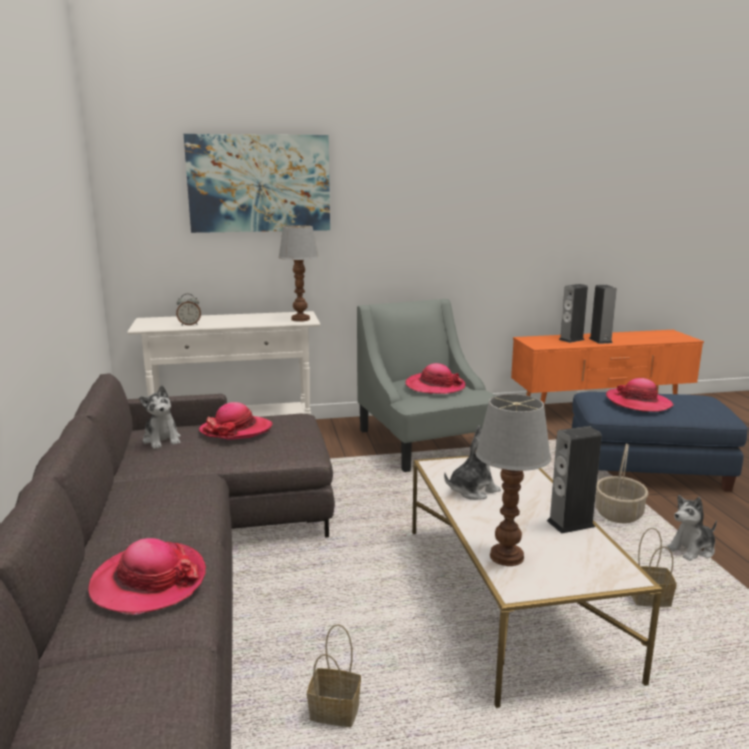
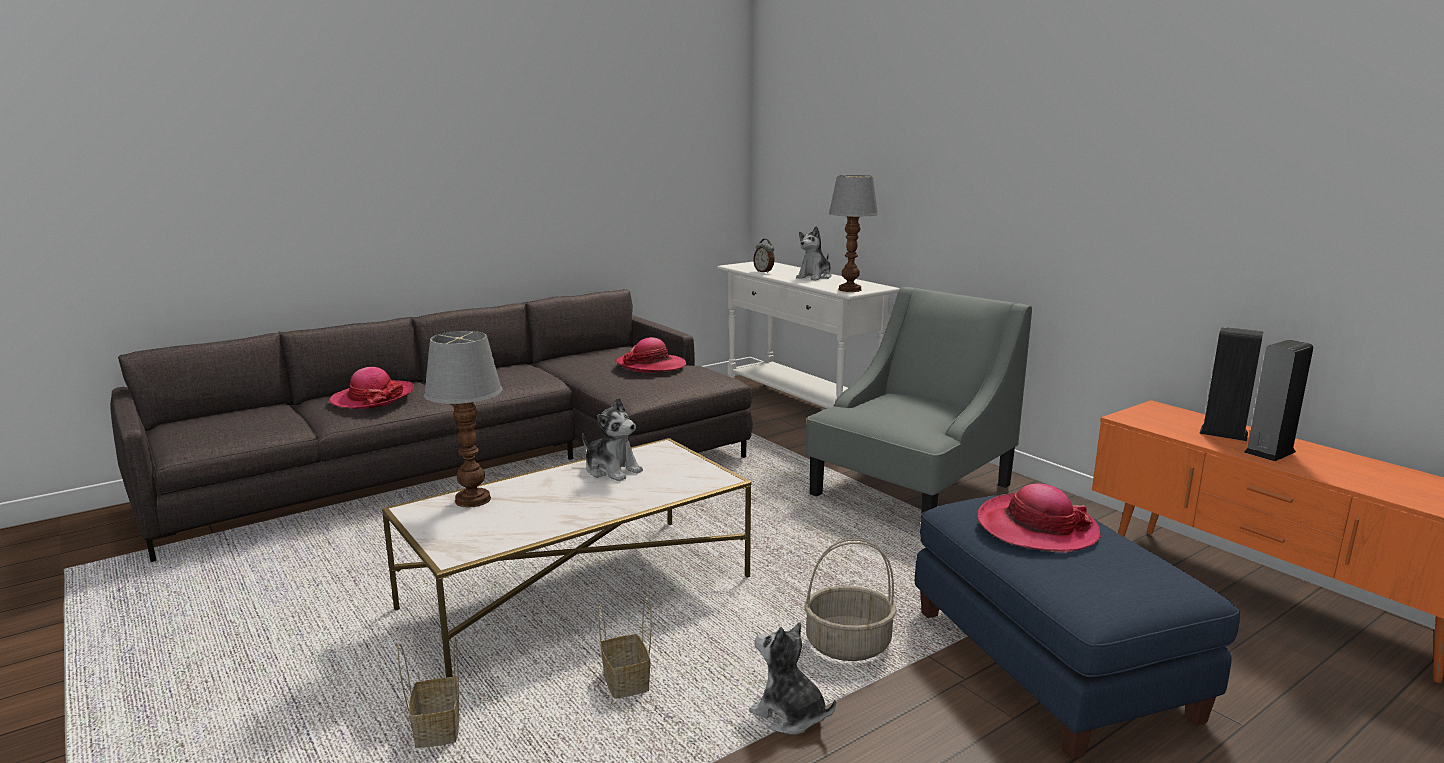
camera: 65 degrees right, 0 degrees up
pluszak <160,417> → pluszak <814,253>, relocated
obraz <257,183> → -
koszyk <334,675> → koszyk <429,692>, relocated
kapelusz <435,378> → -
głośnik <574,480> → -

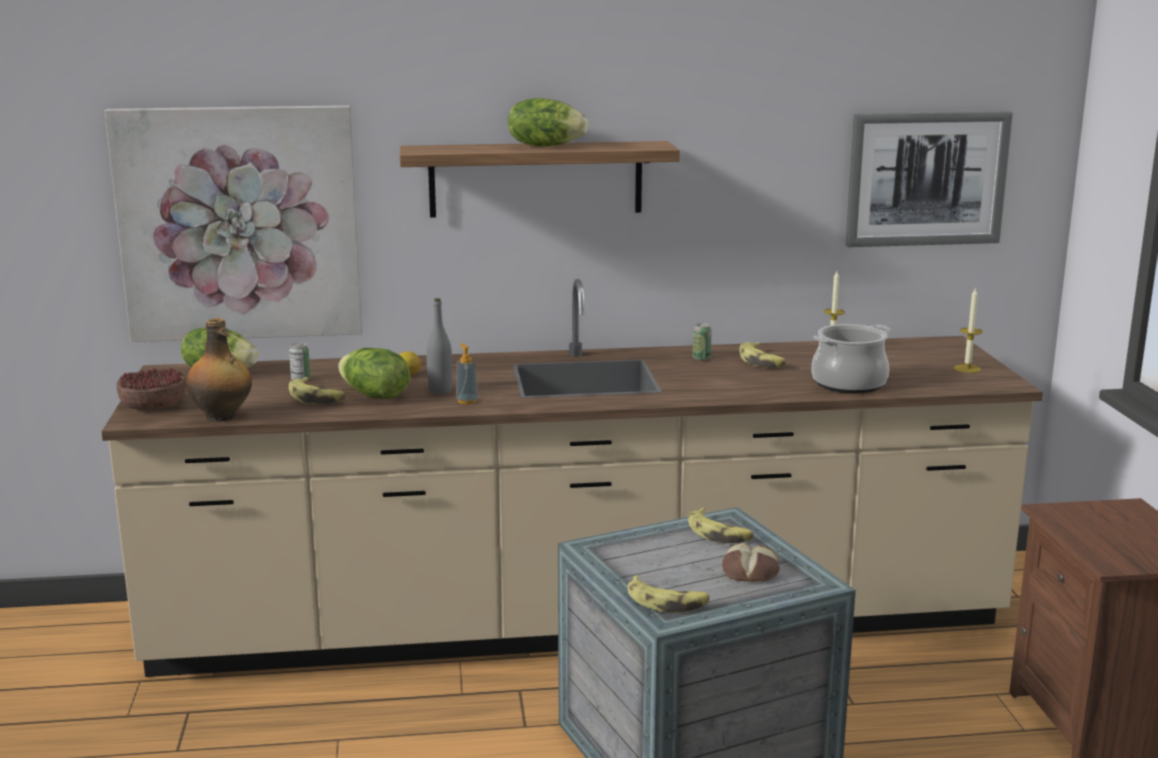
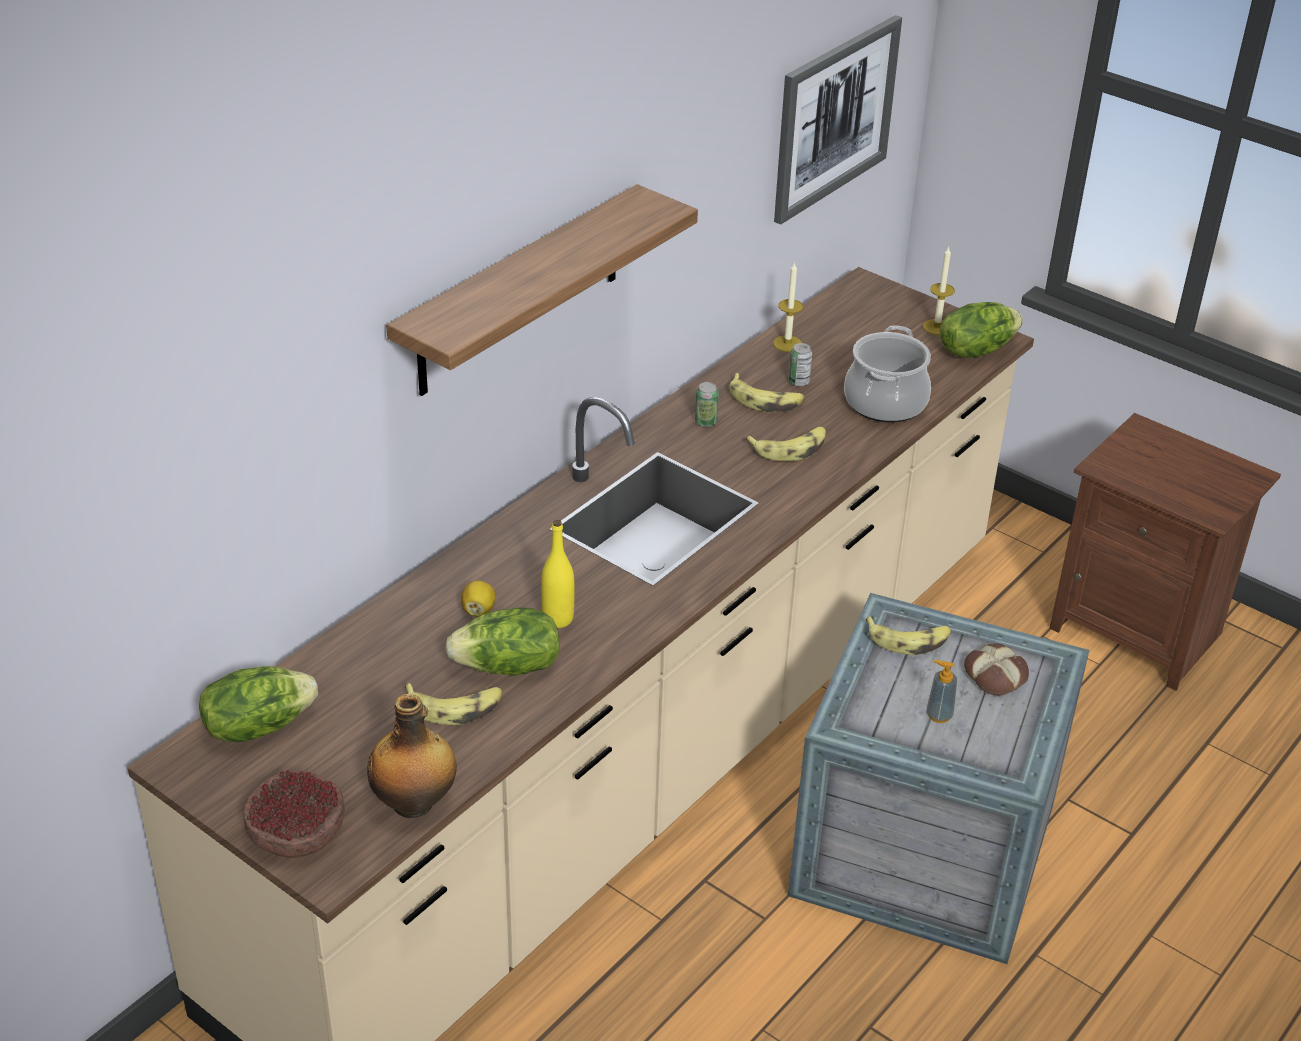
camera: 45 degrees left, 20 degrees up
obraz <233,223> → -
puszka <300,361> → puszka <800,365>, relocated
butelka (szary) <440,346> → butelka (żółty) <557,574>
dozownik mydła <467,373> → dozownik mydła <942,691>, relocated
sałata <548,122> → sałata <981,330>, relocated
banan <669,594> → banan <786,444>, relocated

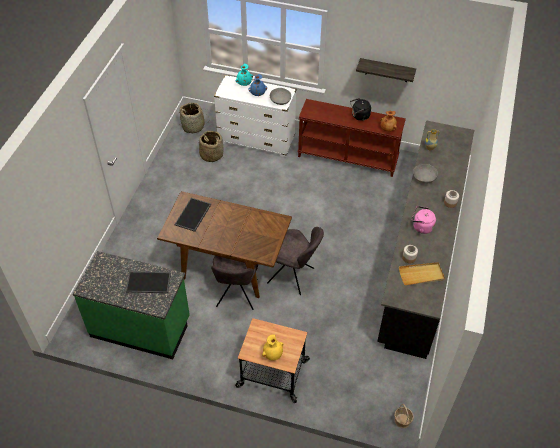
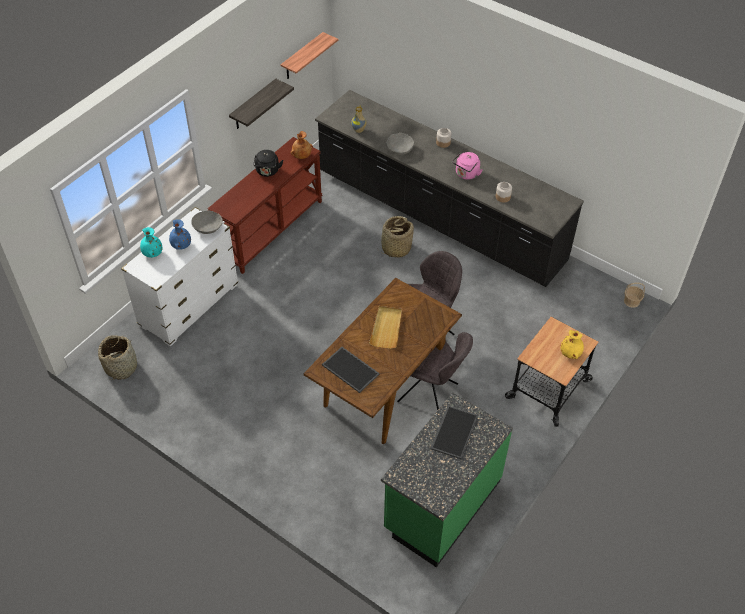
camera: 70 degrees left, 0 degrees up
koszyk <210,146> → koszyk <396,237>, relocated
taca (beżowy) <422,274> → taca (beżowy) <385,327>, relocated
- → półka <309,55>

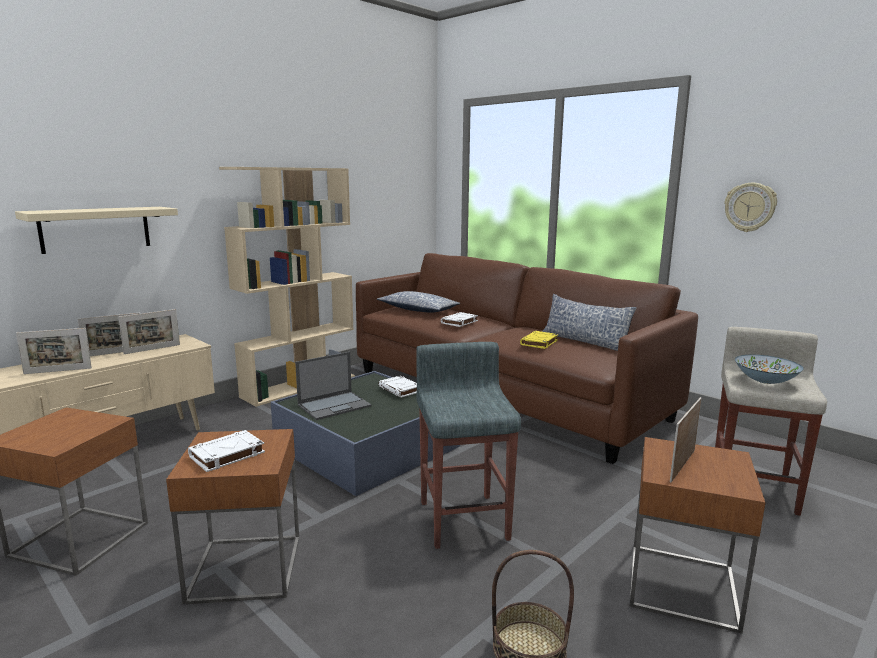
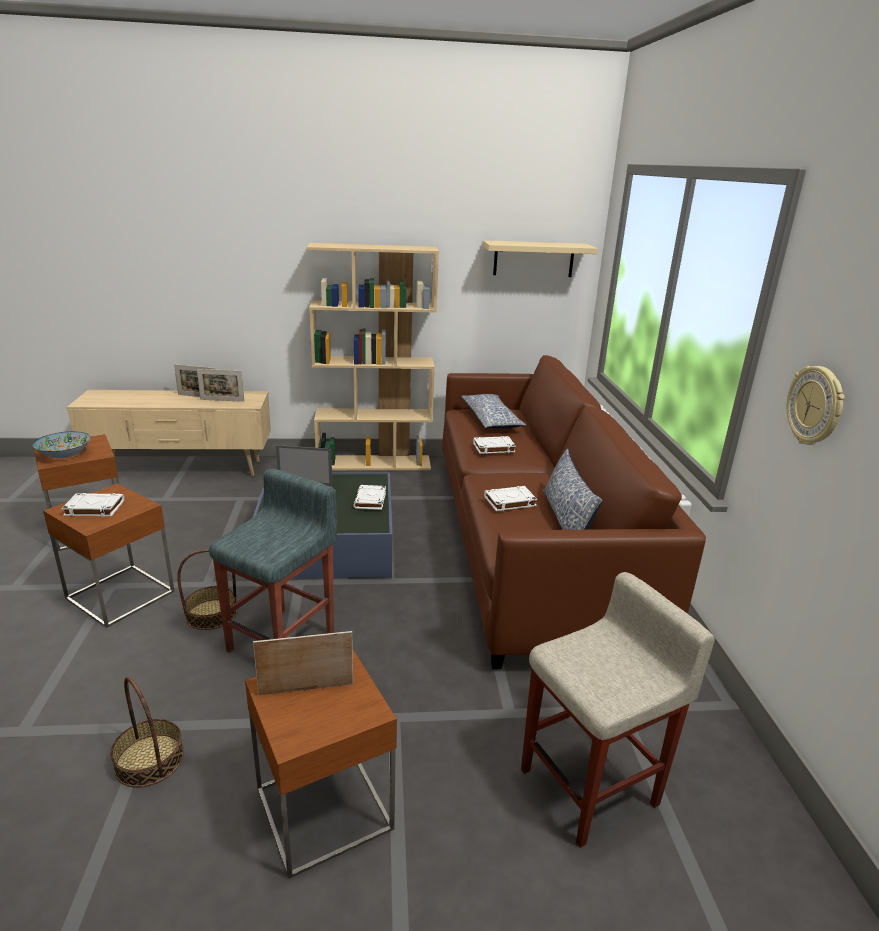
camera: 40 degrees right, 10 degrees up
półka (beżowy) <96,230> → półka (beżowy) <540,258>, relocated
ramka na zdjęcie <54,351> → -
książka (żółty) <539,340> → książka (biały) <510,498>
miska <769,369> → miska <62,444>, relocated
- → koszyk <207,589>

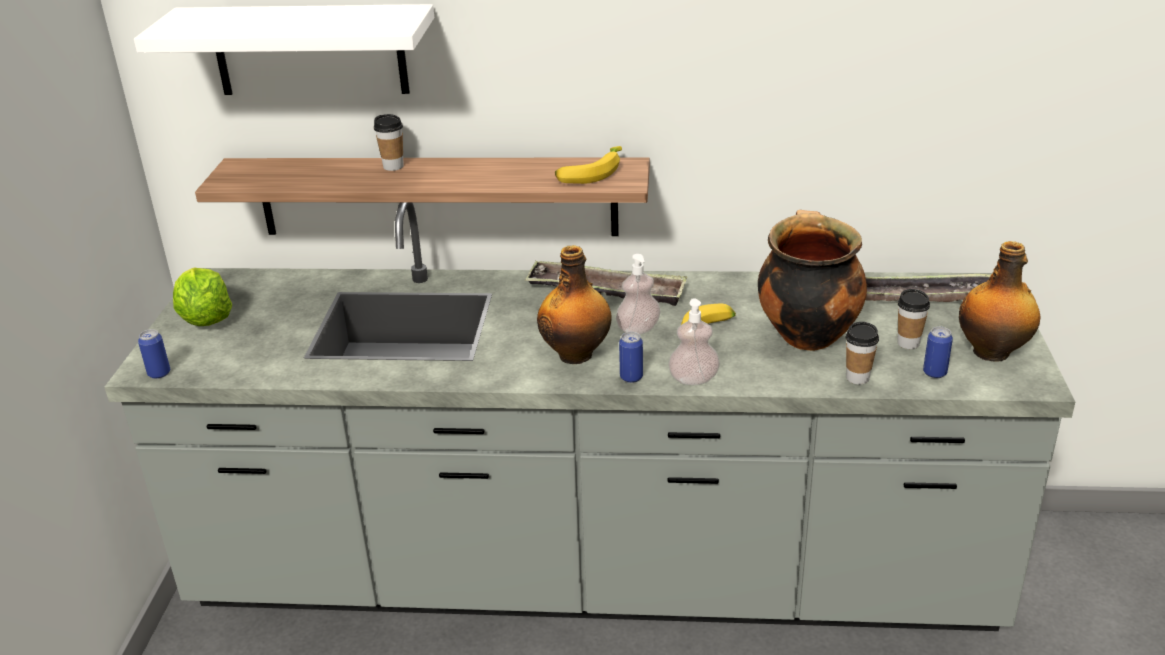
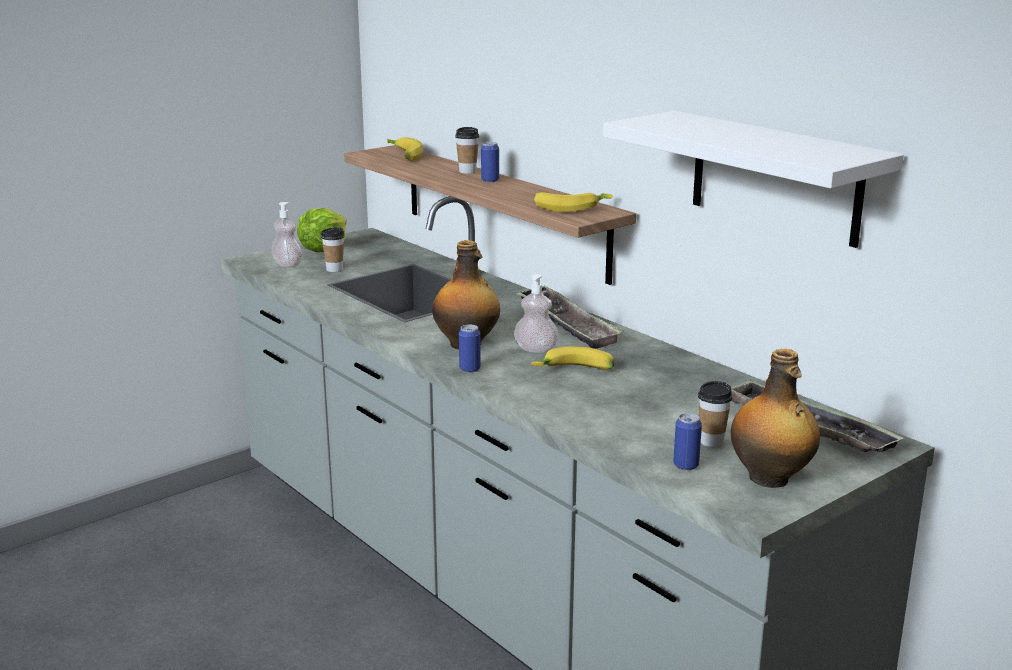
camera: 45 degrees right, 10 degrees down
półka (biały) <284,49> → półka (biały) <753,179>, relocated
puszka <154,354> → puszka <490,162>, relocated
dozownik mydła <694,341> → dozownik mydła <286,235>, relocated
garnek <812,280> → -
filiżanka <862,353> → filiżanka <333,249>, relocated
- → banan <405,149>

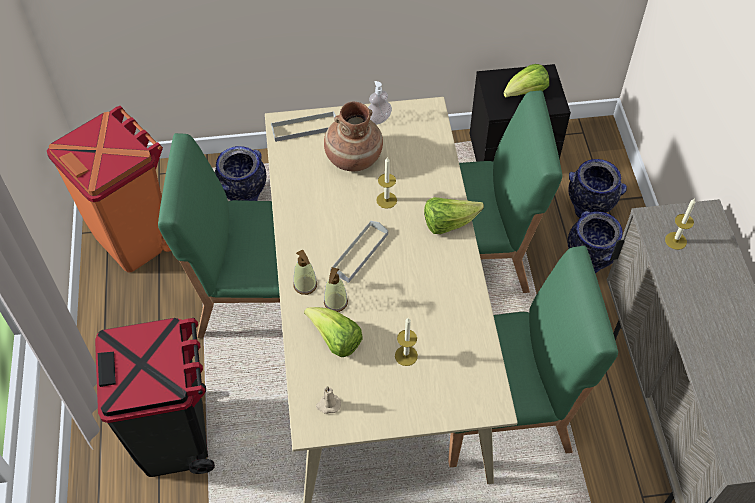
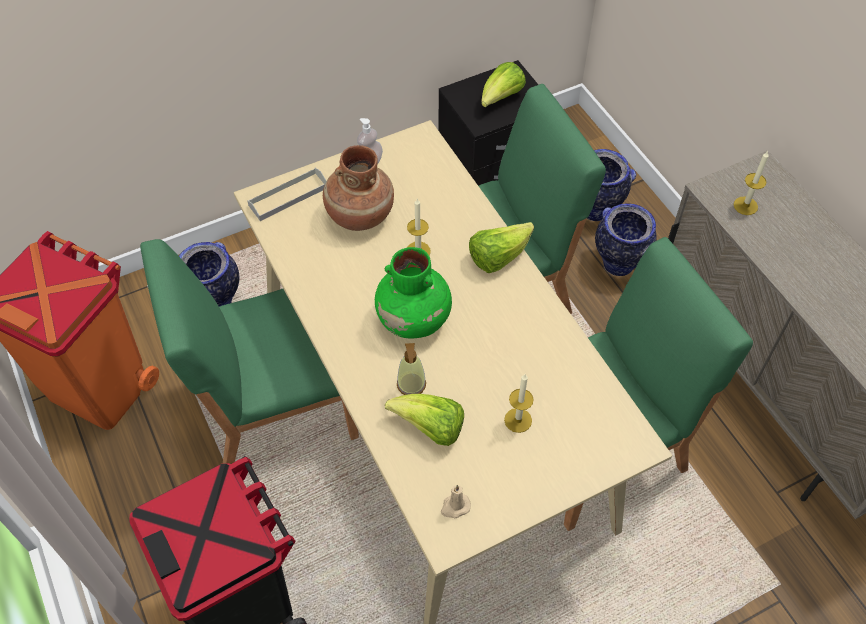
camera: 20 degrees left, 0 degrees up
dozownik mydła <305,272> → -
taca (szary) <359,252> → wazon (zielony) <413,292>

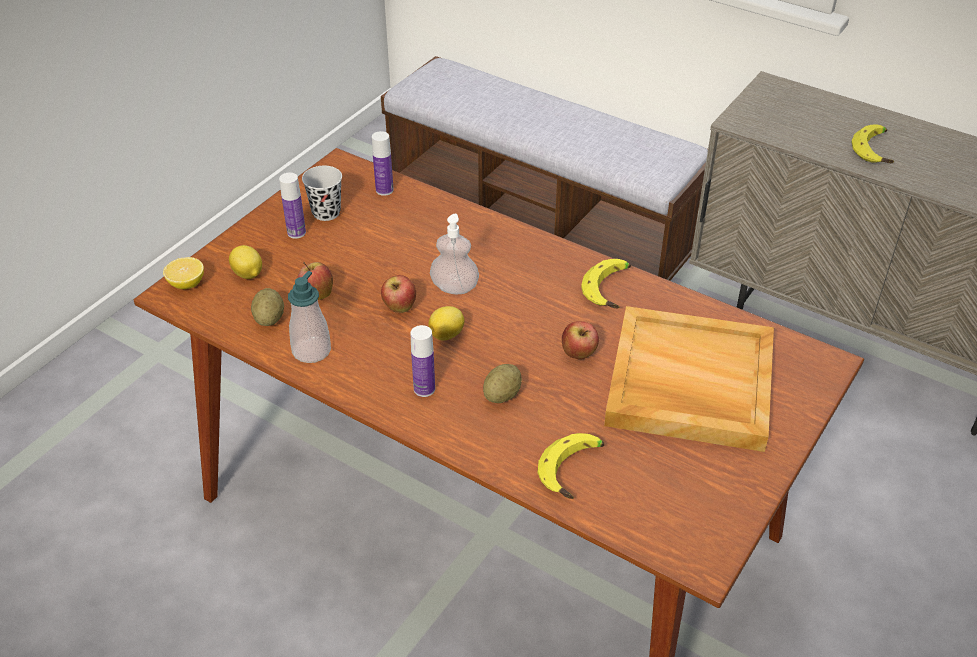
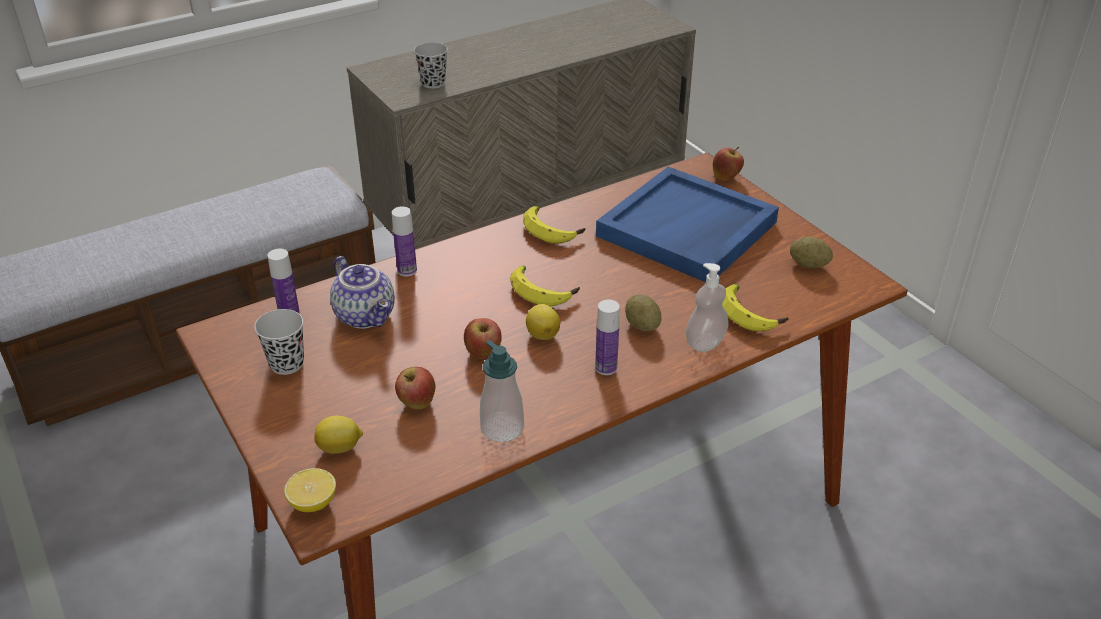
camera: 65 degrees left, 5 degrees down
ziemniak <267,307> → ziemniak <811,252>, relocated
butelka <292,206> → butelka <404,241>, relocated
dozownik mydła <454,254> → dozownik mydła <707,307>, relocated
jabłko <580,340> → jabłko <728,164>, relocated
taca (beżowy) <689,379> → taca (niebieski) <687,224>
banan <873,143> → banan <545,286>, relocated
- → imbryk <362,292>
- → filiżanka (czarny) <431,65>

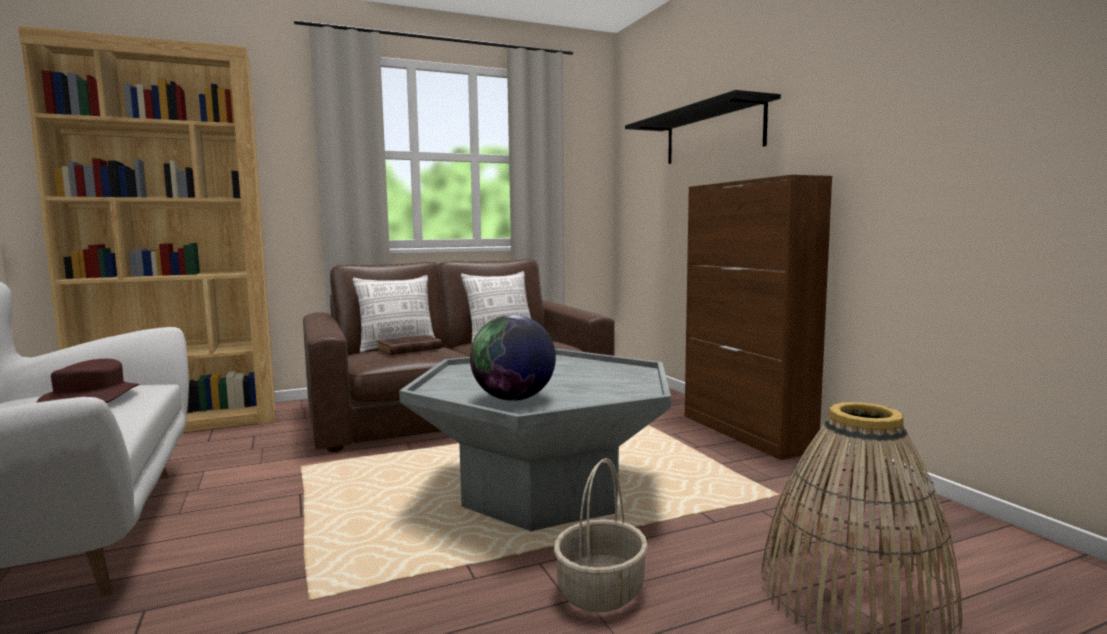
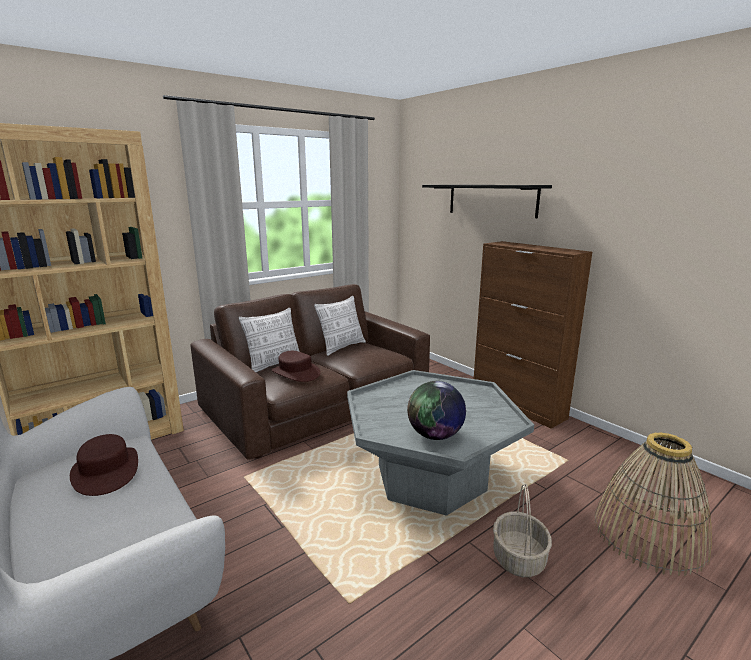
camera: 15 degrees left, 10 degrees up
książka (brązowy) <409,345> → kapelusz (brązowy) <296,366>

